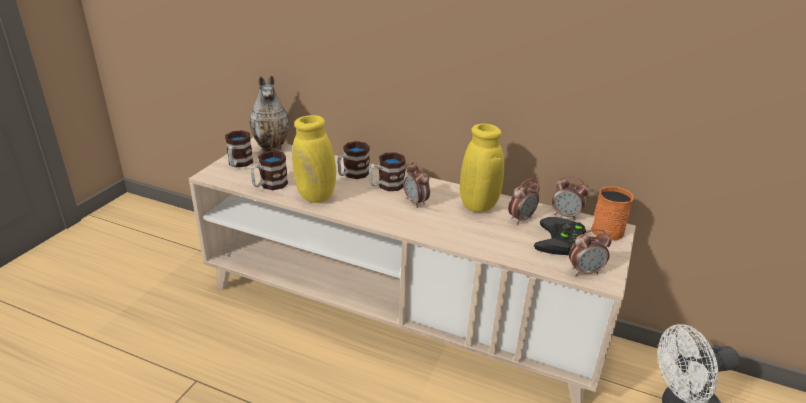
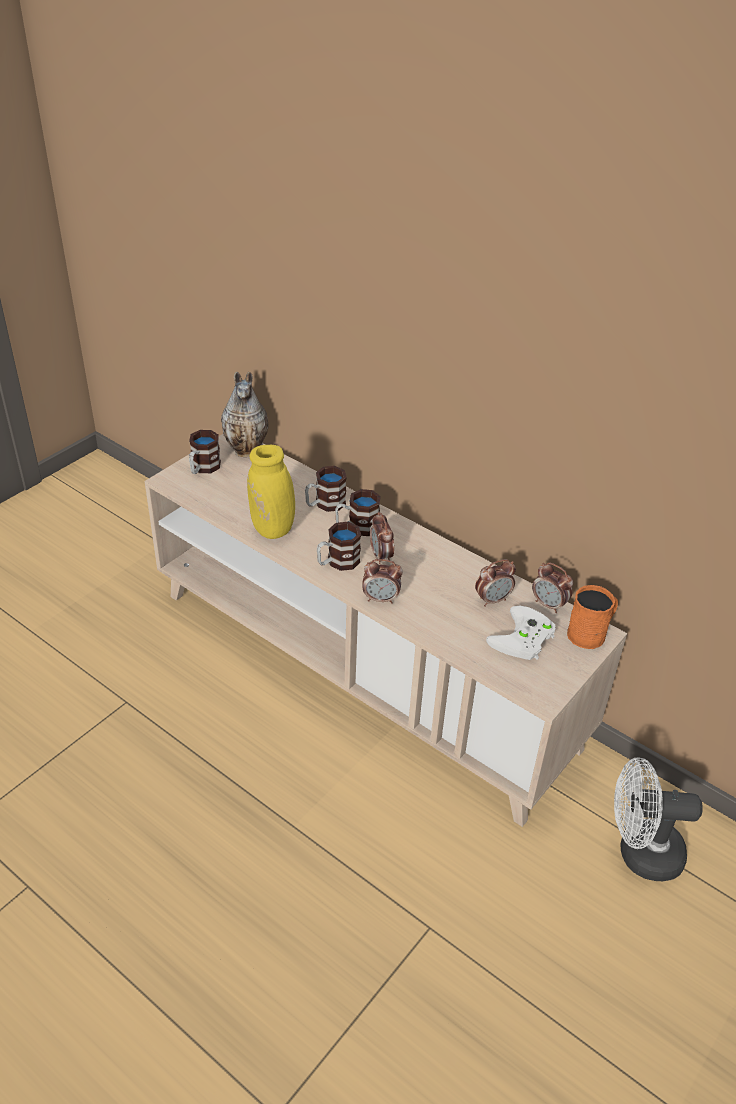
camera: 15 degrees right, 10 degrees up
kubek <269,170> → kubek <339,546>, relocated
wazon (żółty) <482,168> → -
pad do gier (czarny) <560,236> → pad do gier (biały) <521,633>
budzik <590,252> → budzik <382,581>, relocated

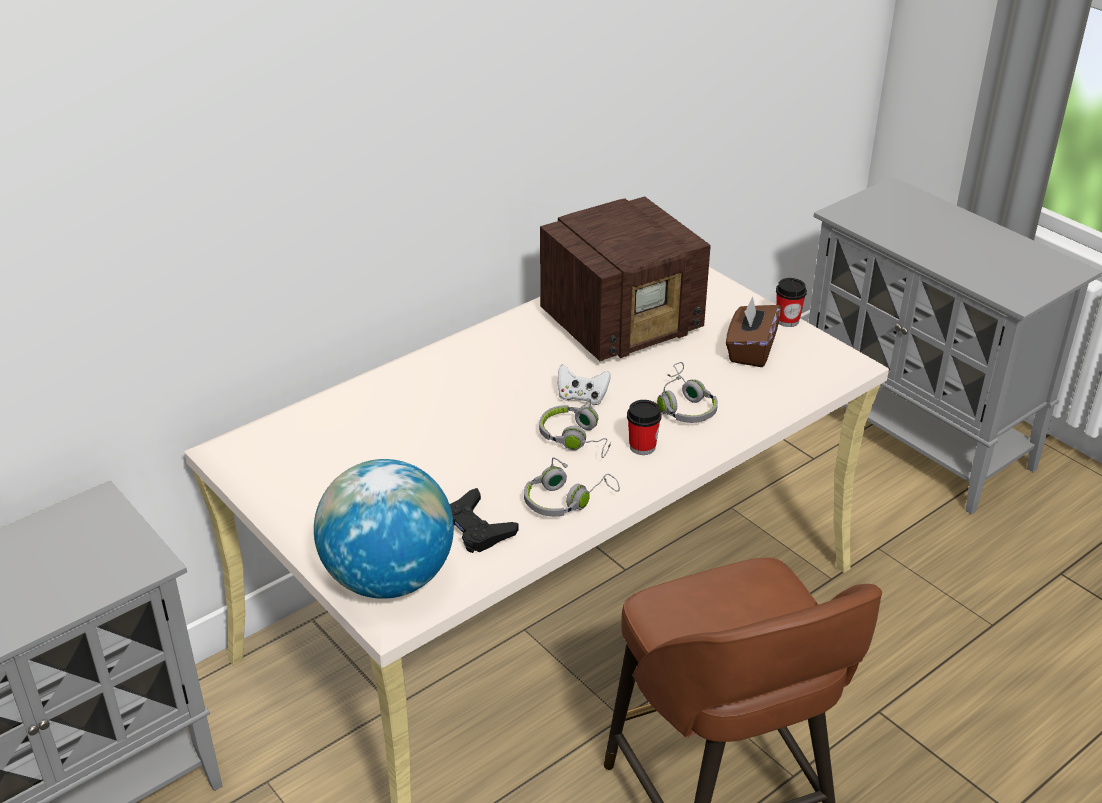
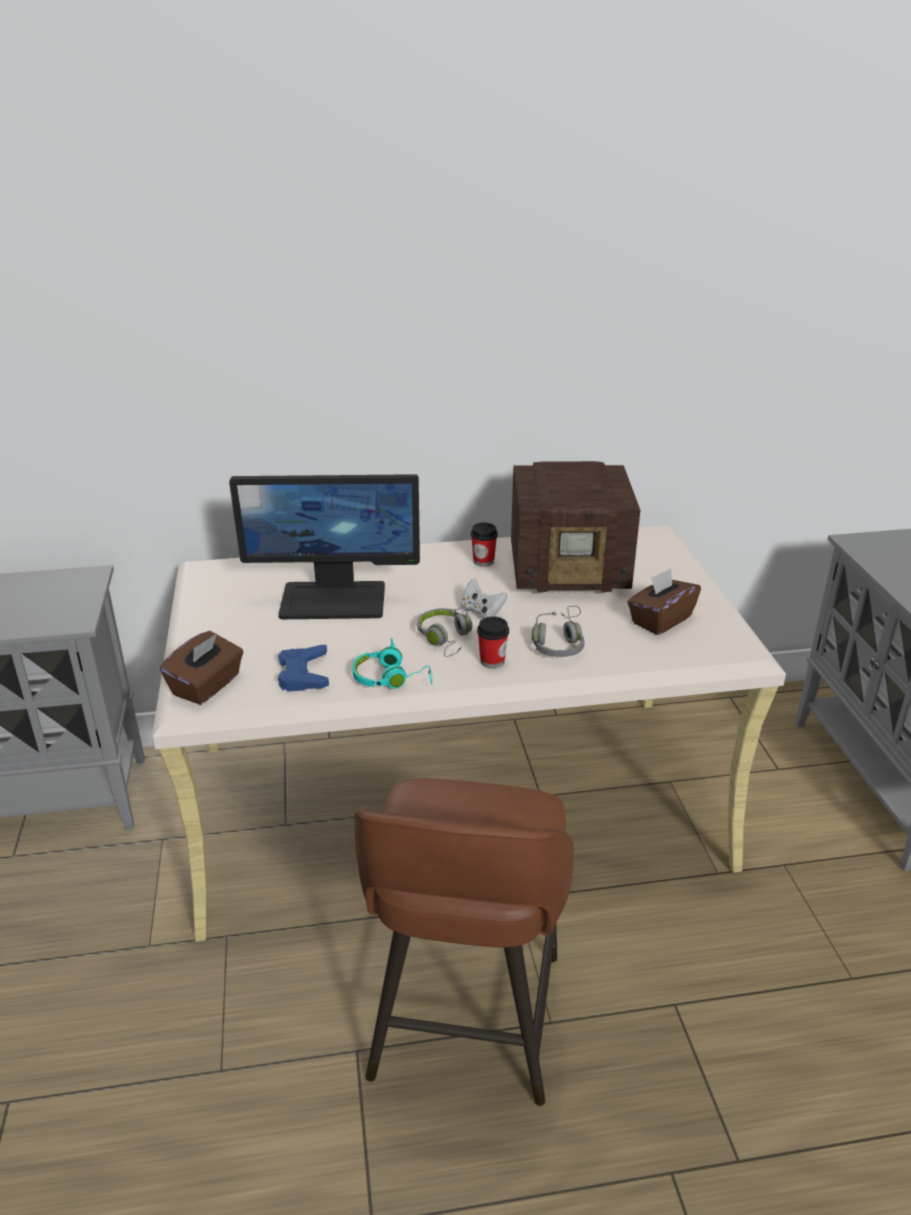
camera: 30 degrees right, 5 degrees down
globus <384,529> → pudełko chusteczek (brązowy) <201,668>
pad do gier (czarny) <484,520> → pad do gier (niebieski) <303,668>
słuchawki (szary) <572,487> → słuchawki (turkusowy) <392,663>
filiżanka <791,302> → filiżanka <484,545>, relocated
- → monitor <324,546>

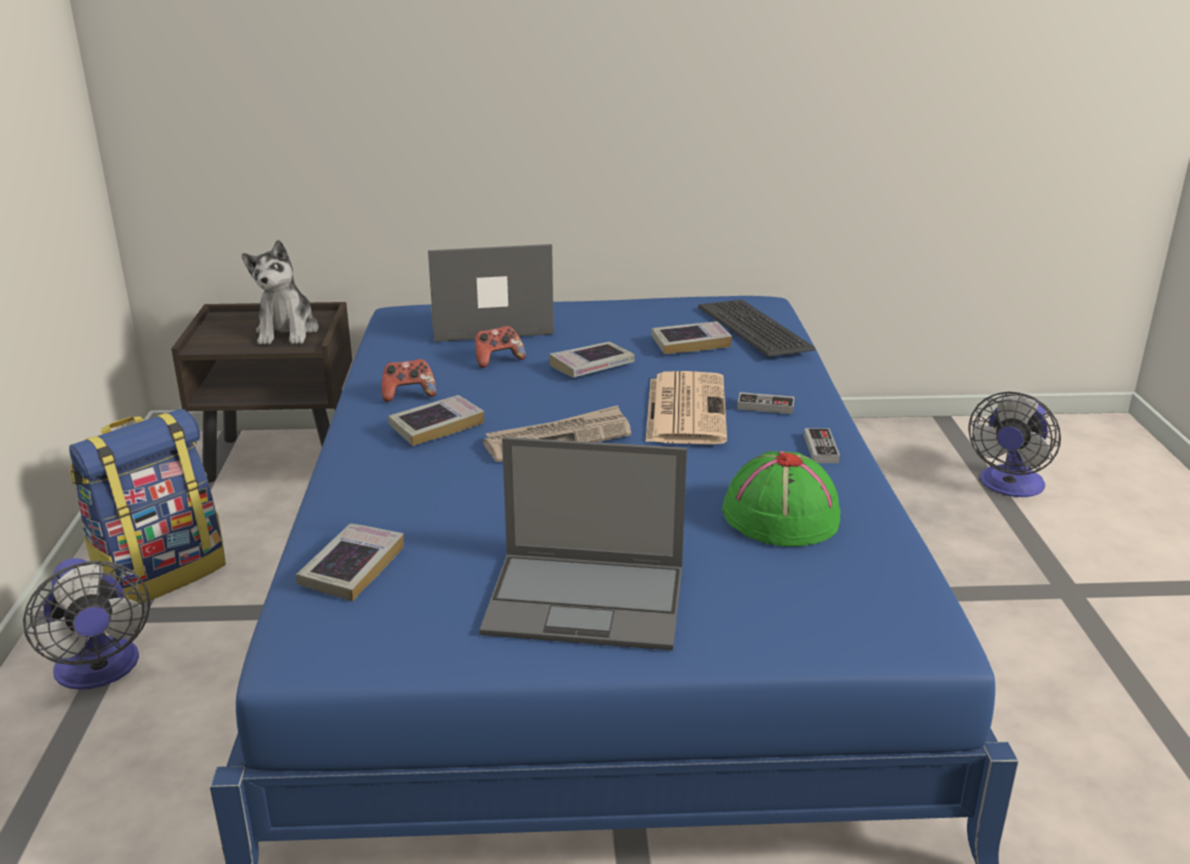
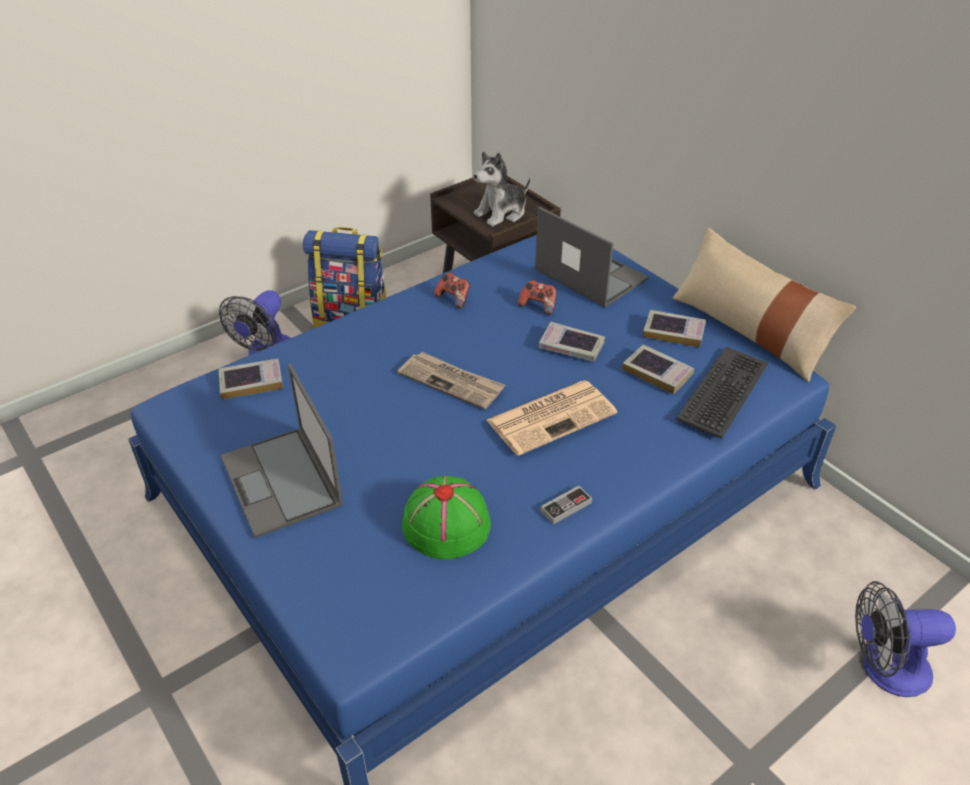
camera: 55 degrees right, 15 degrees up
książka <436,420> → książka <674,328>, relocated
pad do gier <766,403> → -
- → poduszka (beżowy) <764,304>

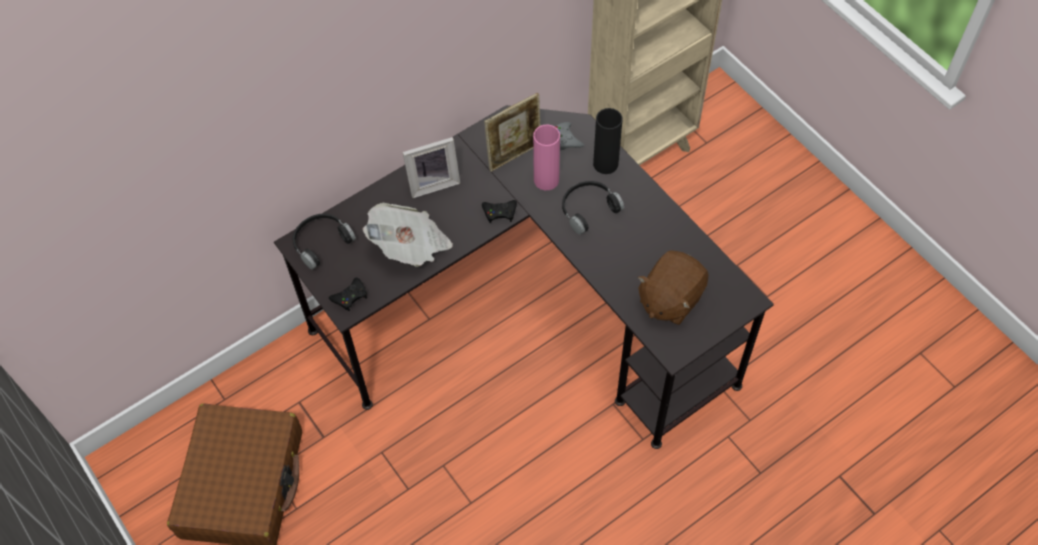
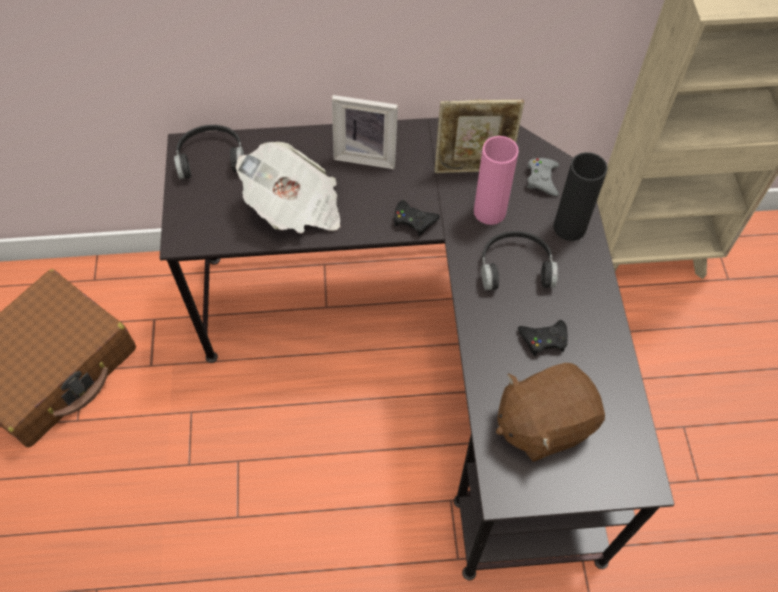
camera: 30 degrees right, 0 degrees up
pad do gier (czarny) <348,294> → pad do gier (czarny) <543,338>, relocated

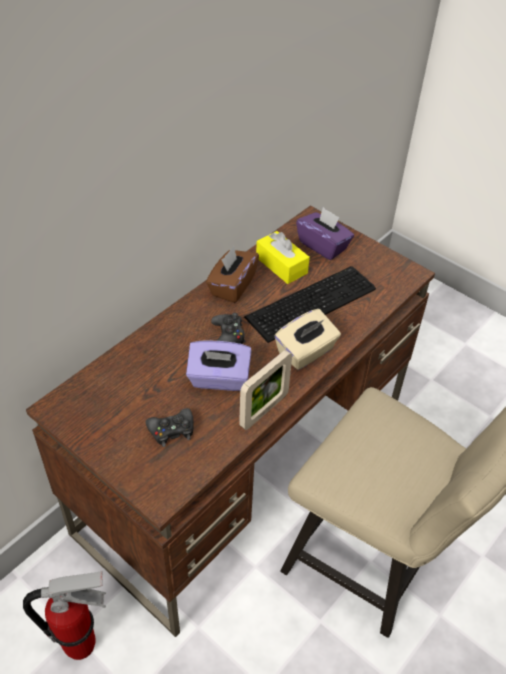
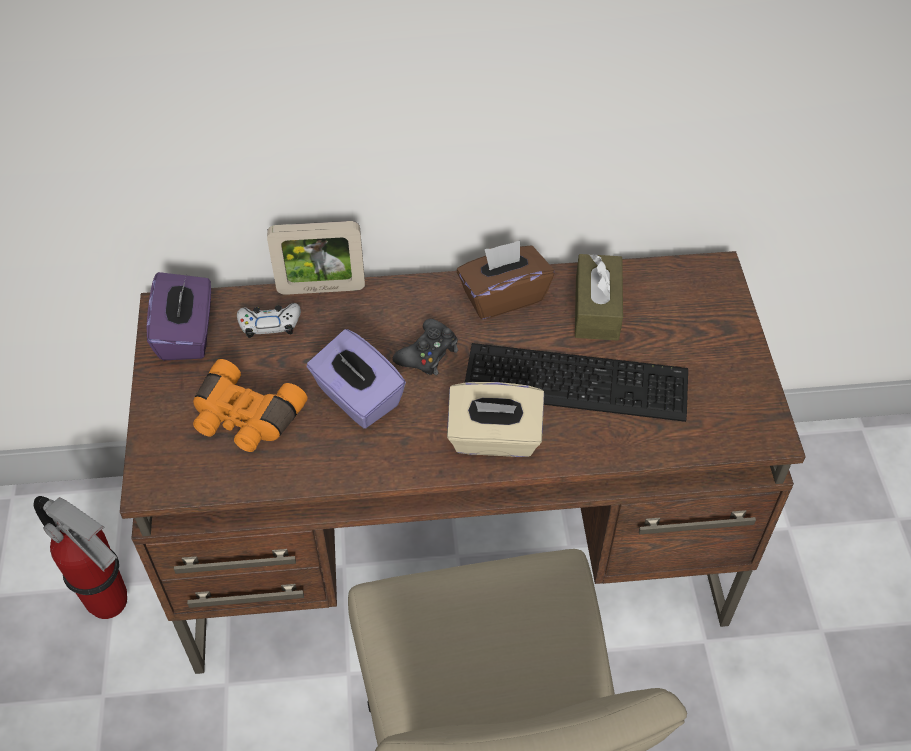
camera: 45 degrees right, 5 degrees up
pad do gier (czarny) <170,427> → lornetka (pomarańczowy) <250,405>
ramka na zdjęcie <265,390> → ramka na zdjęcie <316,258>, relocated
pudełko chusteczek (żółty) <283,257> → pudełko chusteczek (brązowy) <599,297>
pudełko chusteczek (fioletowy) <325,233> → pudełko chusteczek (fioletowy) <179,316>, relocated
- → pad do gier (biały) <269,320>

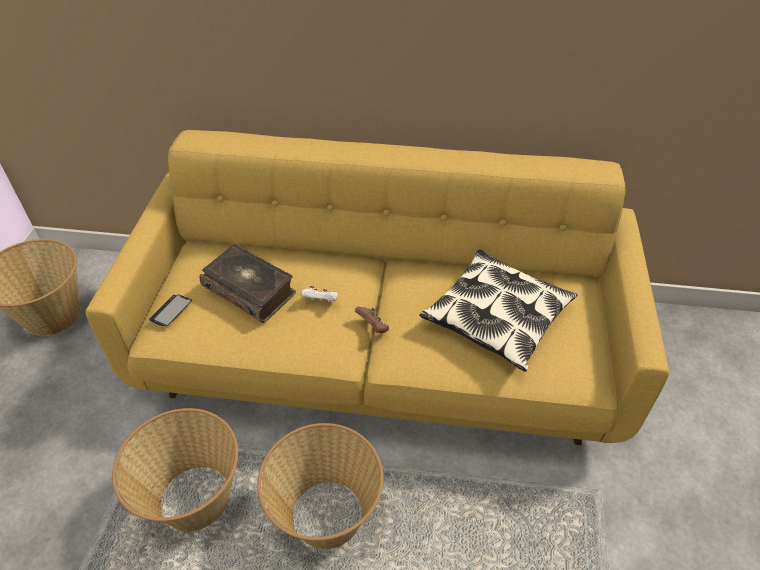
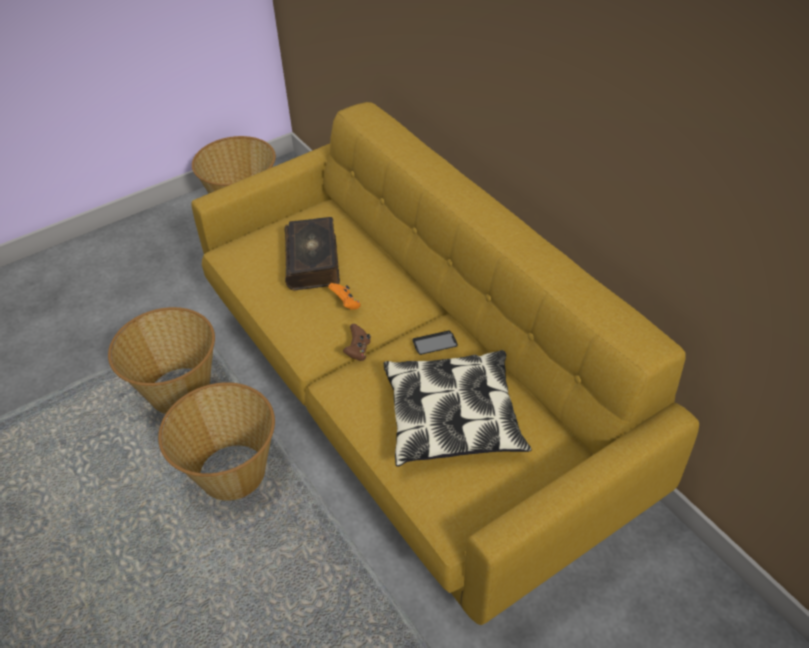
camera: 50 degrees right, 0 degrees up
telefon <170,310> → telefon <435,342>, relocated
pad do gier (biały) <319,294> → pad do gier (pomarańczowy) <344,296>

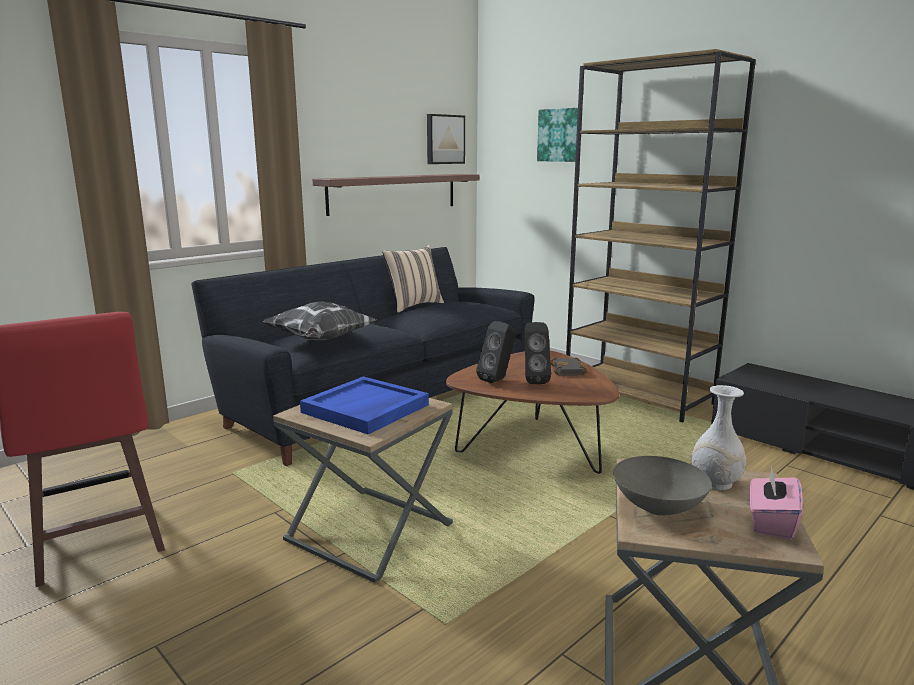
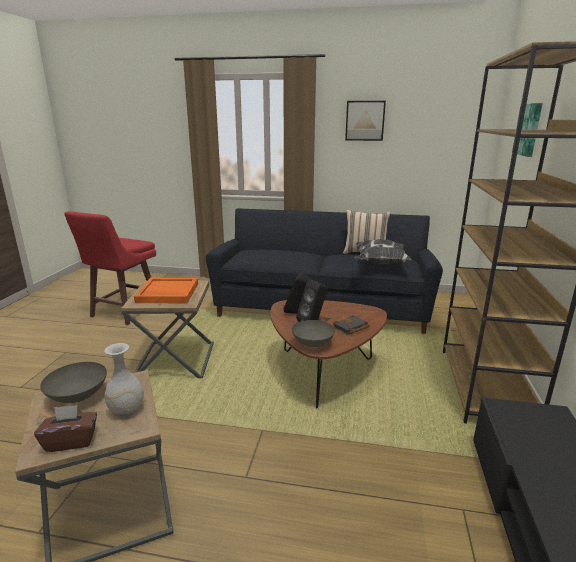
camera: 55 degrees right, 5 degrees up
poduszka <319,321> → poduszka <383,251>, relocated
taca (niebieski) <364,405> → taca (pomarańczowy) <166,290>
półka <395,195> → -
obraz <446,139> → obraz <365,121>, relocated
pudełko chusteczek (różowy) <776,502> → pudełko chusteczek (brązowy) <65,428>
- → miska (szary) <313,333>

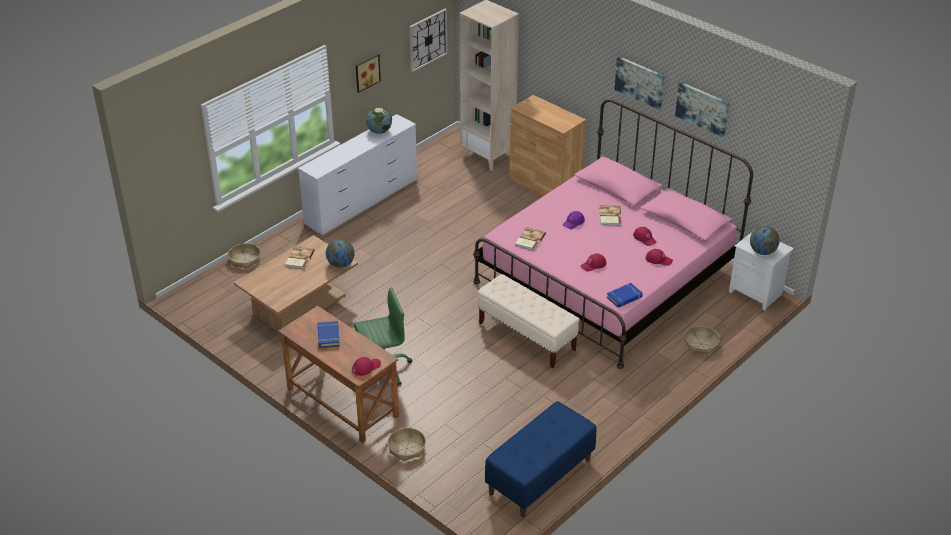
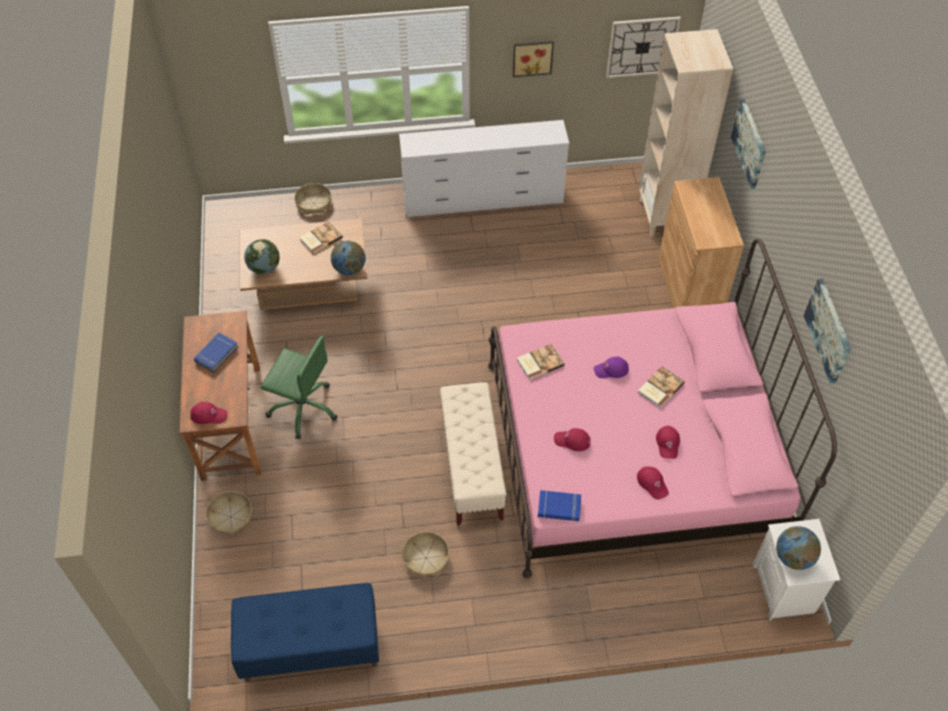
camera: 40 degrees right, 15 degrees up
globus <379,120> → globus <262,256>, relocated
obraz <639,82> → obraz <748,144>, relocated
koszyk <702,340> → koszyk <425,554>, relocated

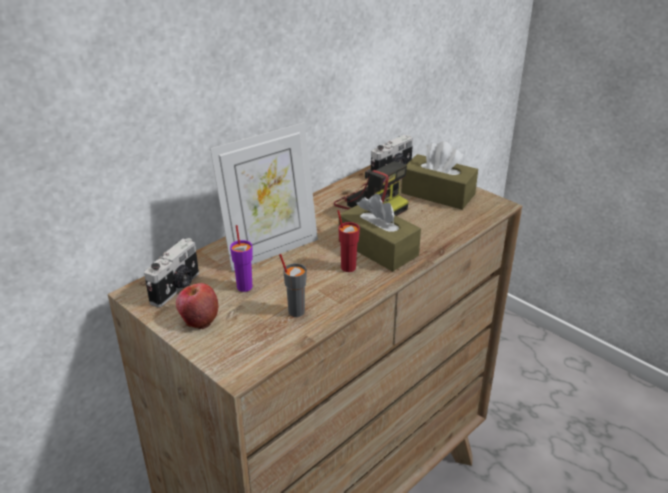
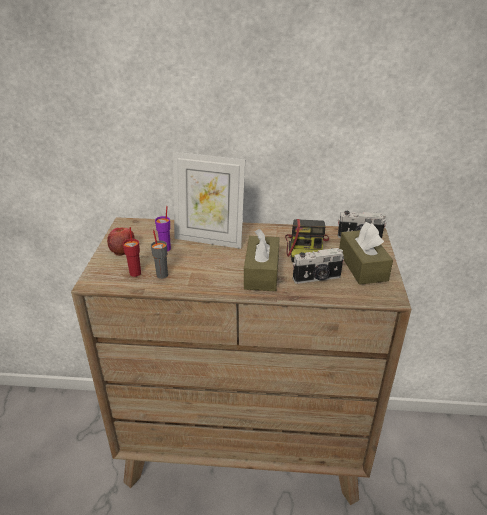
camera: 50 degrees right, 0 degrees up
aparat fotograficzny <171,272> → aparat fotograficzny <318,266>, relocated
filiżanka (czerwony) <348,241> → filiżanka (czerwony) <132,252>, relocated

